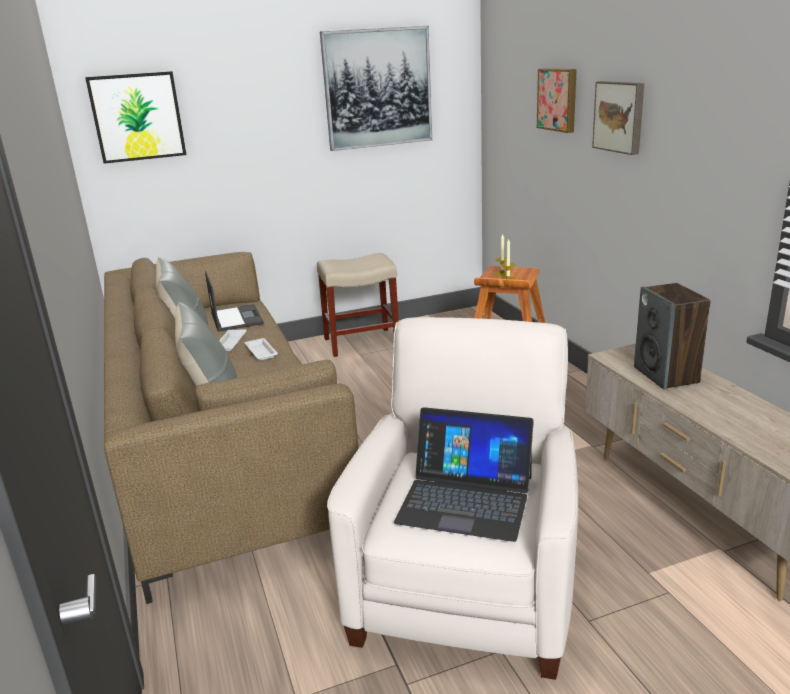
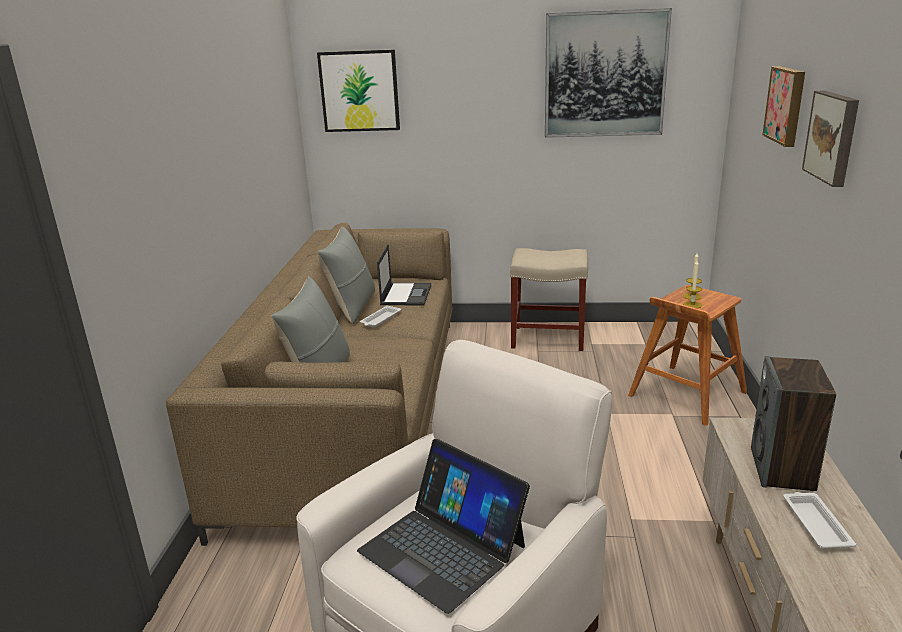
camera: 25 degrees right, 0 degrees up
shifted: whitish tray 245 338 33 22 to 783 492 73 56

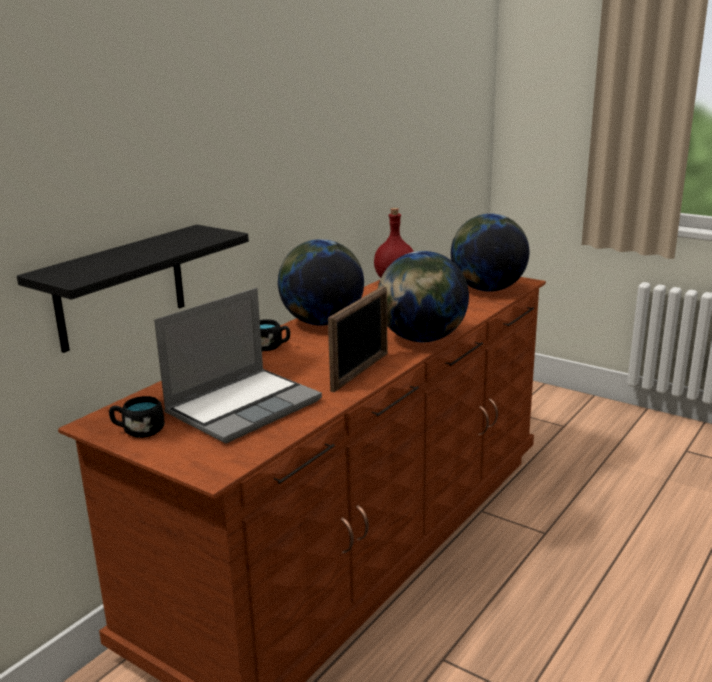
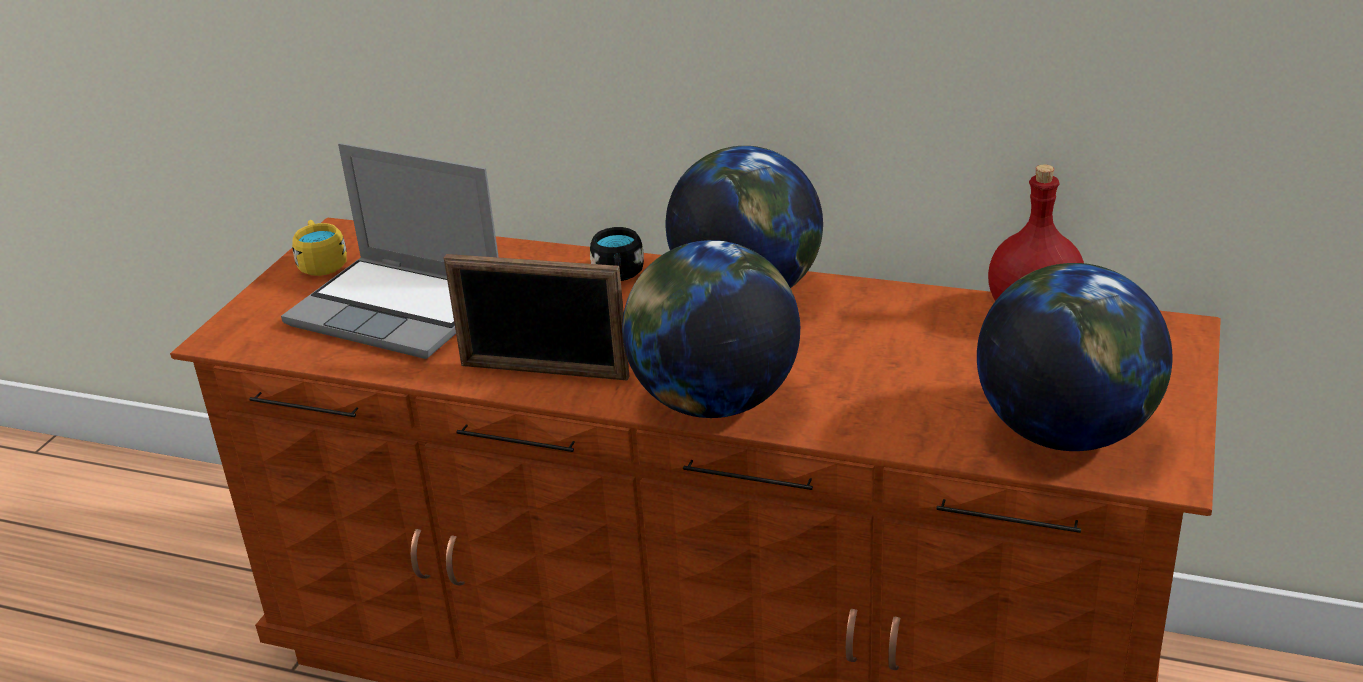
camera: 75 degrees right, 10 degrees up
gone: black wall shelf 17 225 232 128
repainted: black tea mug 109 396 55 42 to yellowish tea mug 292 220 55 56

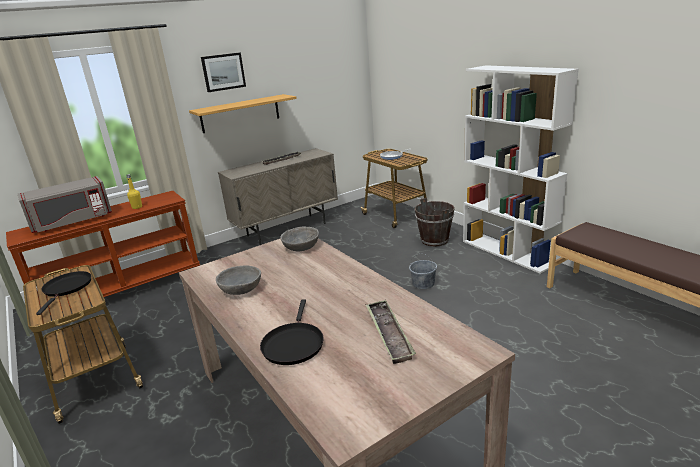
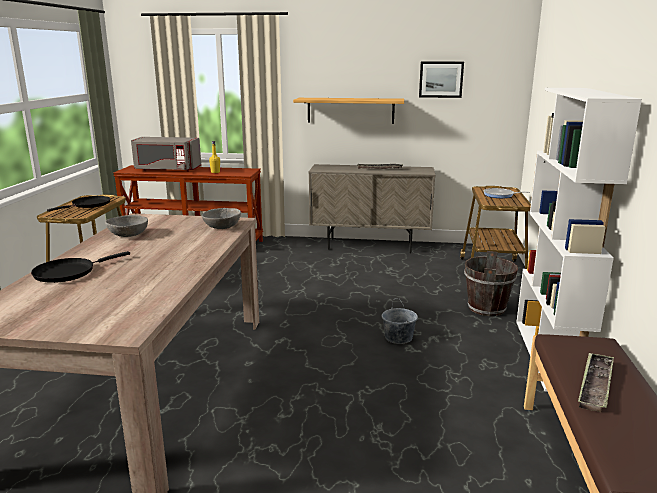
camera: 40 degrees right, 5 degrees down
shifted: picture 201 53 45 39 to 419 62 45 36; tray 366 300 50 64 to 578 352 36 60

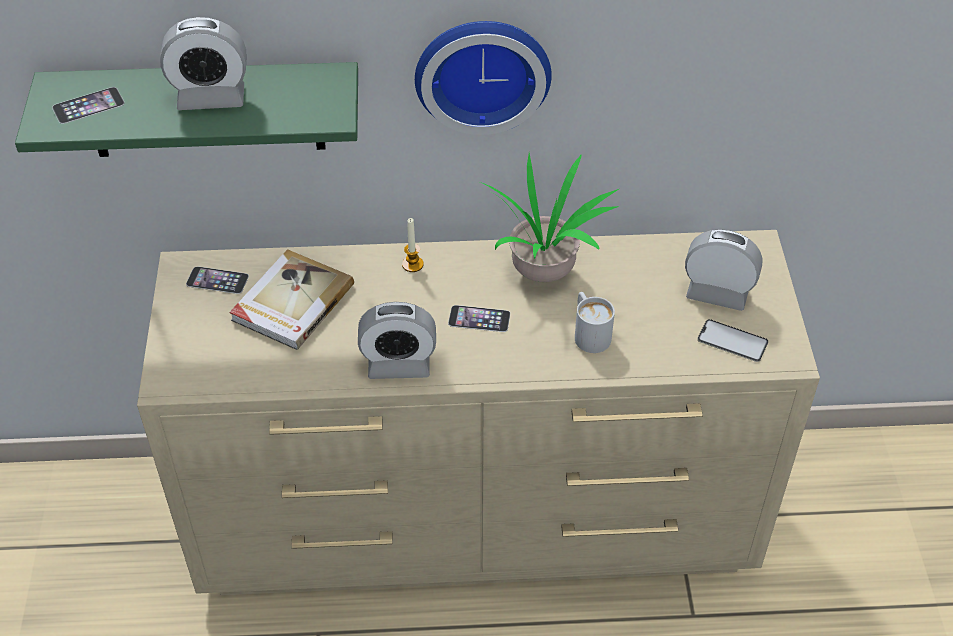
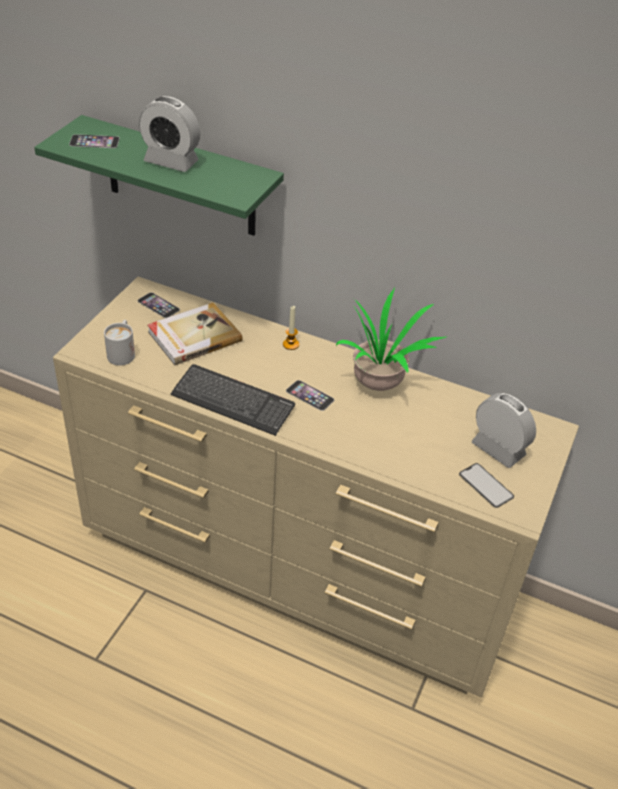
camera: 25 degrees right, 5 degrees down
gone: wall clock 415 21 137 114
shifted: whitish tea mug 575 292 40 61 to 104 320 31 46
swapped: table clock 358 302 78 77 to keyboard 171 364 124 72

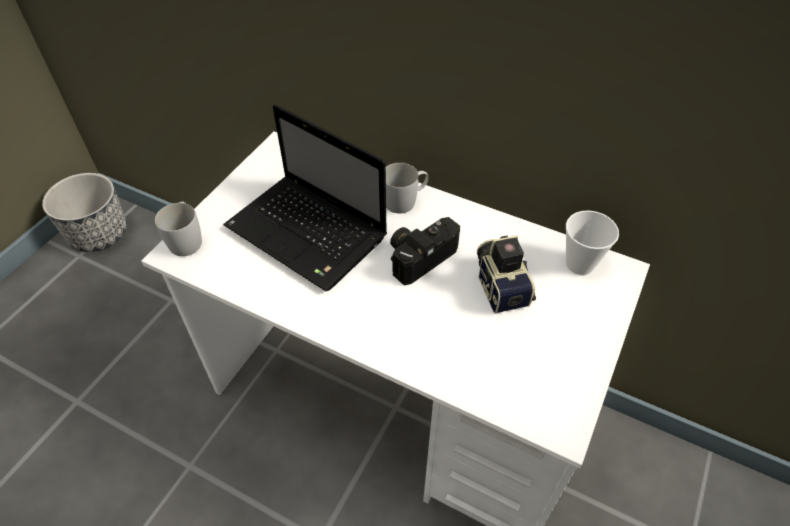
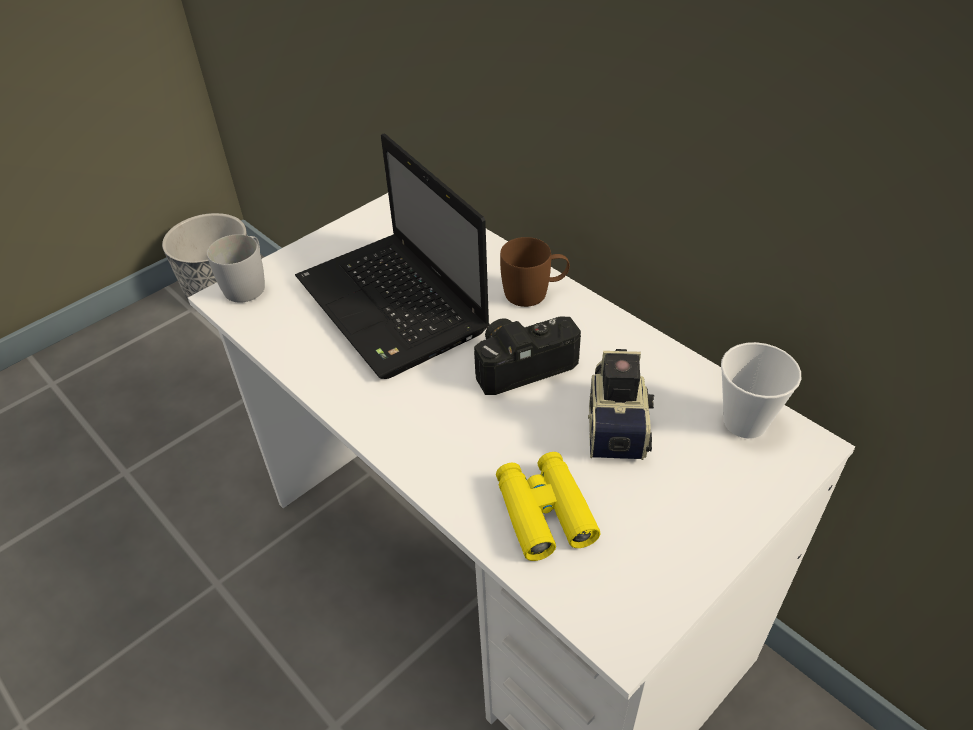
camera: 20 degrees right, 5 degrees down
new: yellowish binoculars 496 452 104 109
repainted: whitish tea mug 386 163 43 51 to brownish tea mug 500 237 70 70

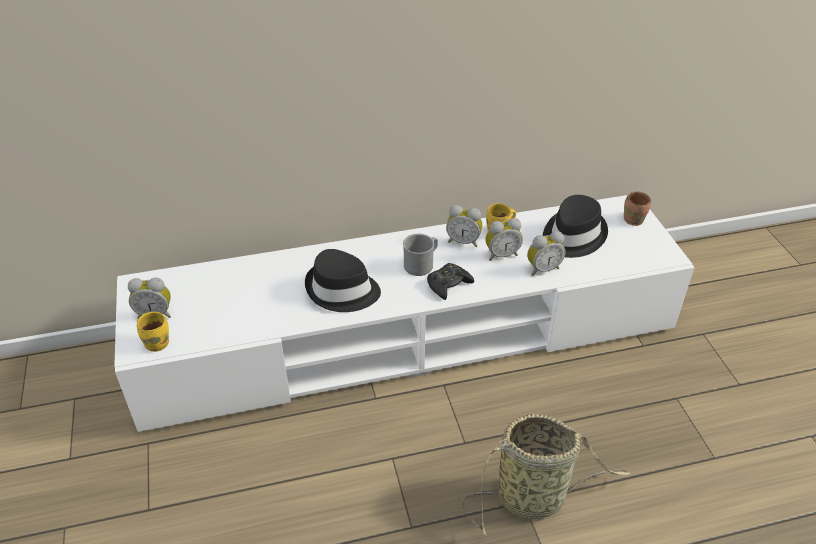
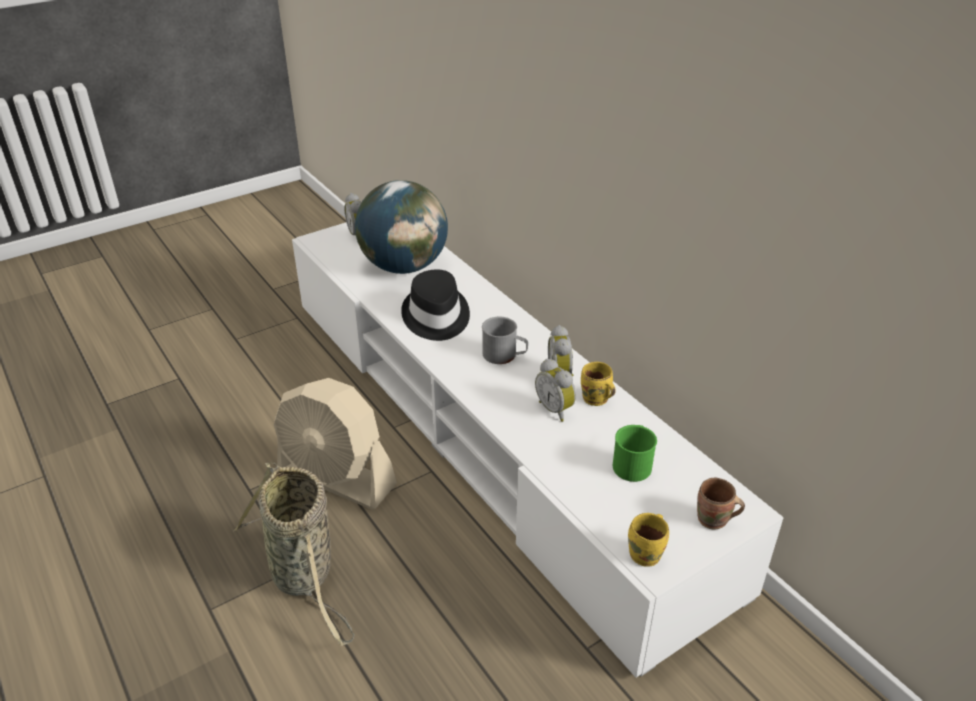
camera: 70 degrees right, 5 degrees down
gone: black joypad 427 263 47 37; table clock 527 231 39 45
new: beige fan 274 378 123 132; globe 355 180 93 94
shifted: yellowish tea mug 137 312 32 40 to 628 513 41 54
swapped: black hat 543 195 65 63 to greenish tea mug 613 425 44 57

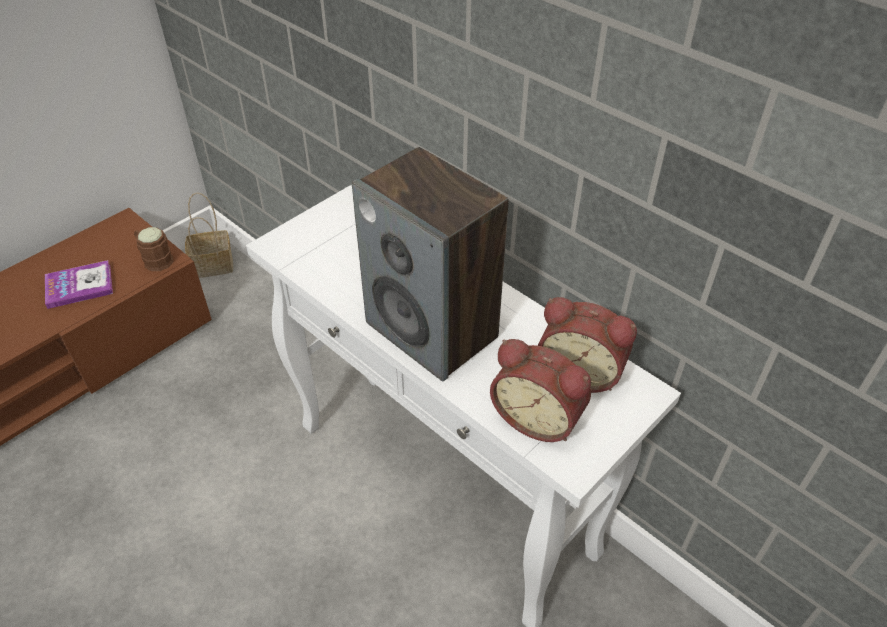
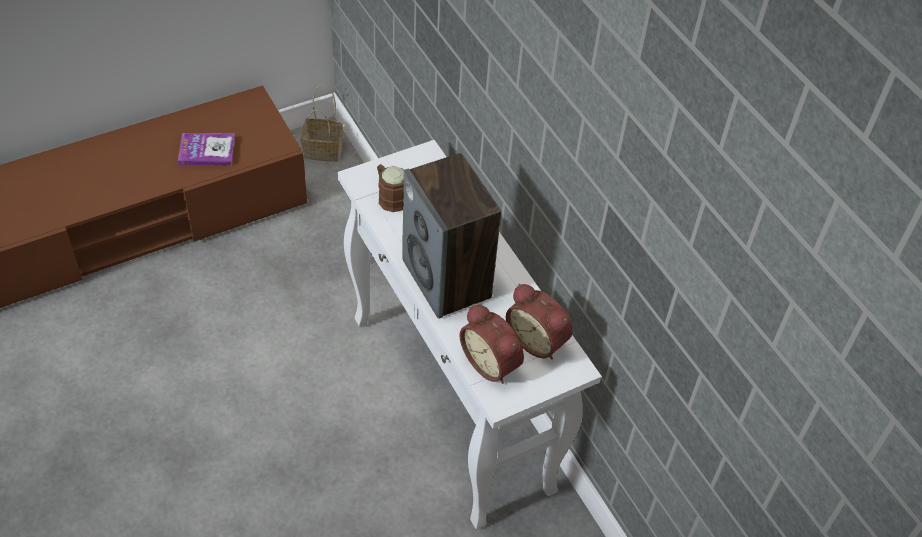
camera: 15 degrees right, 5 degrees up
shifted: brownish tea mug 134 227 40 44 to 377 164 27 48

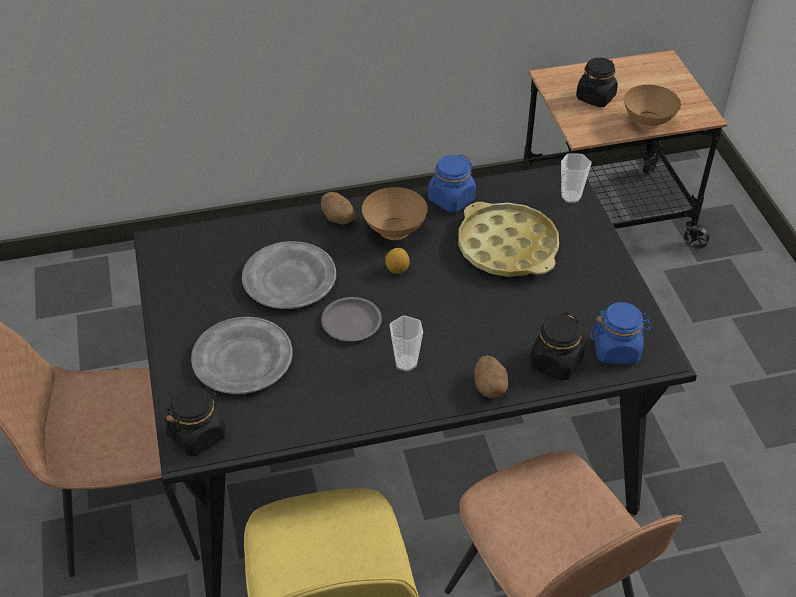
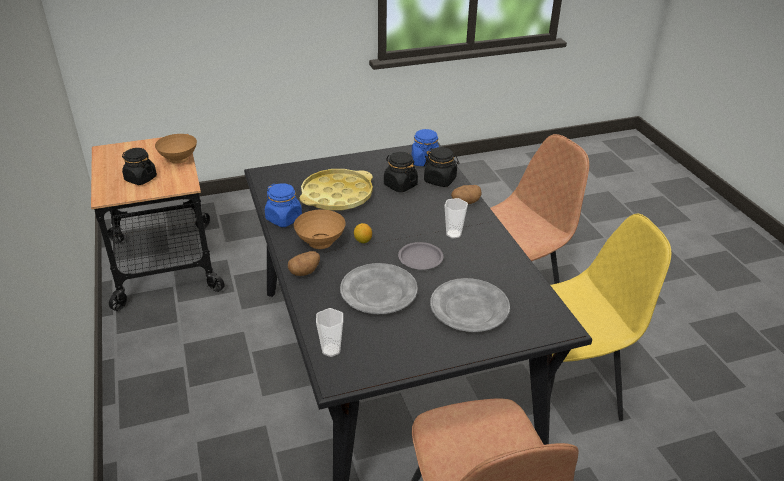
camera: 95 degrees left, 10 degrees down
shifted: cup 561 153 31 50 to 316 308 27 49; black preserve jar 165 387 61 69 to 384 152 34 40

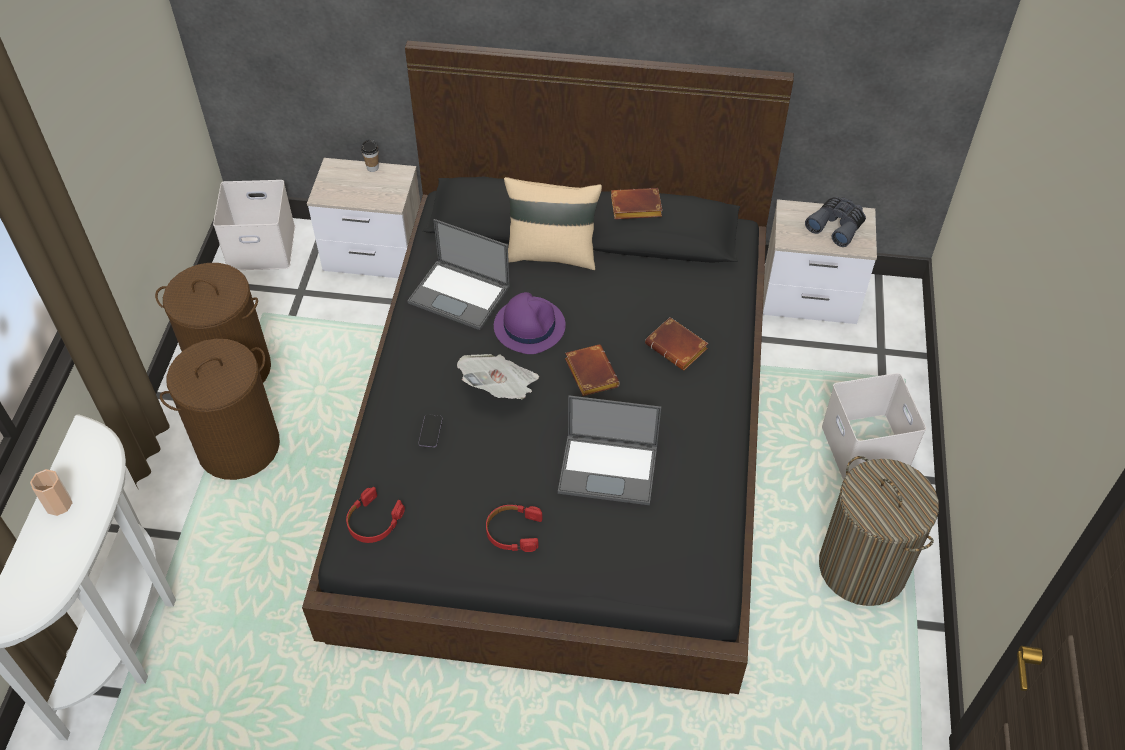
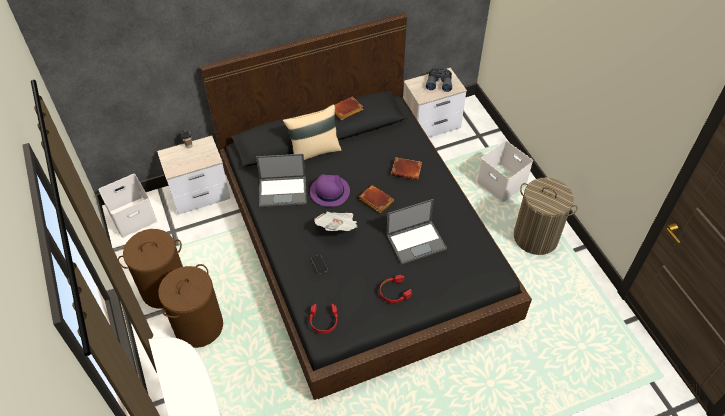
camera: 30 degrees left, 0 degrees up
gone: cup 30 469 43 47

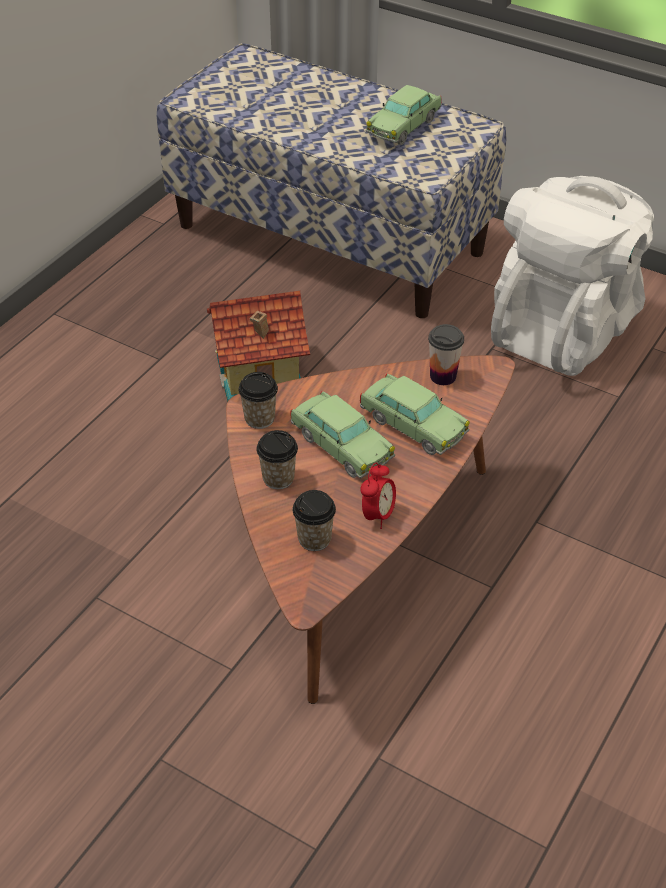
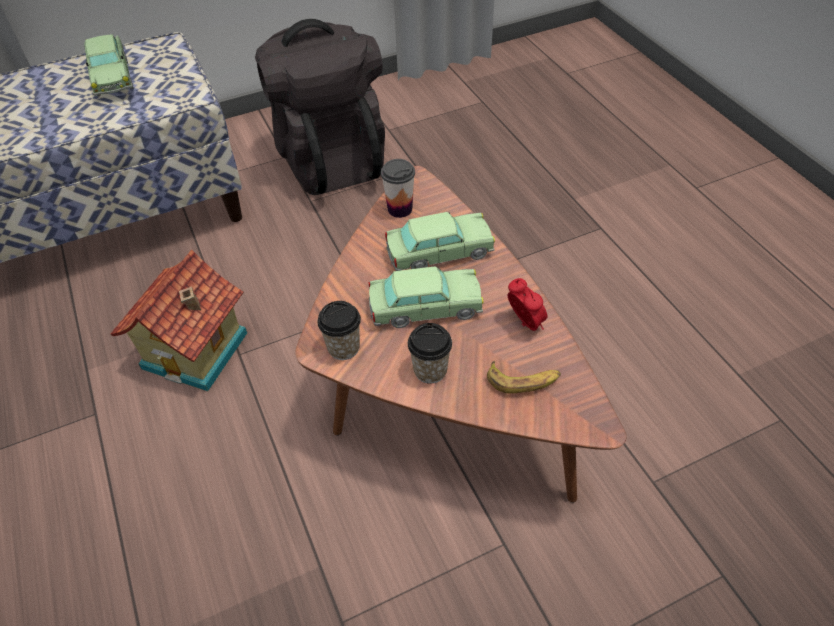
camera: 55 degrees left, 5 degrees up
swapped: cup 292 490 44 61 to banana fruit 487 361 74 33
repainted: whitish knapsack 491 176 163 200 to black knapsack 255 19 130 176

